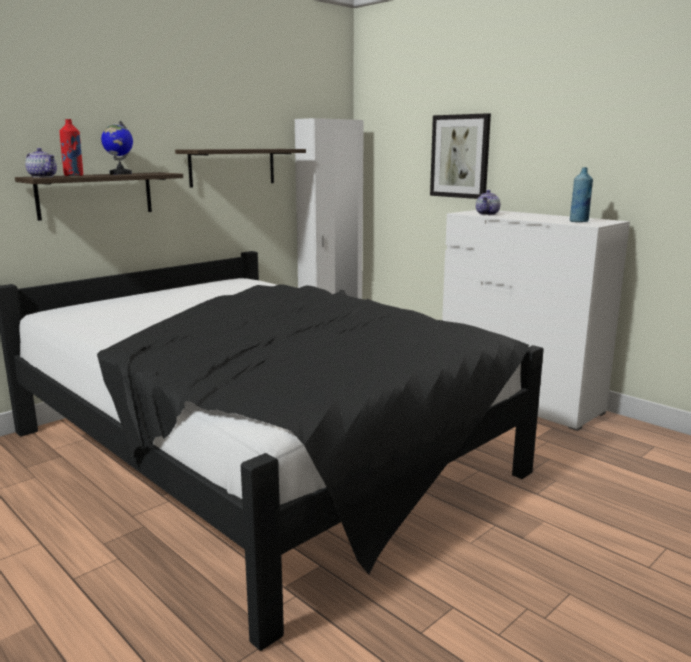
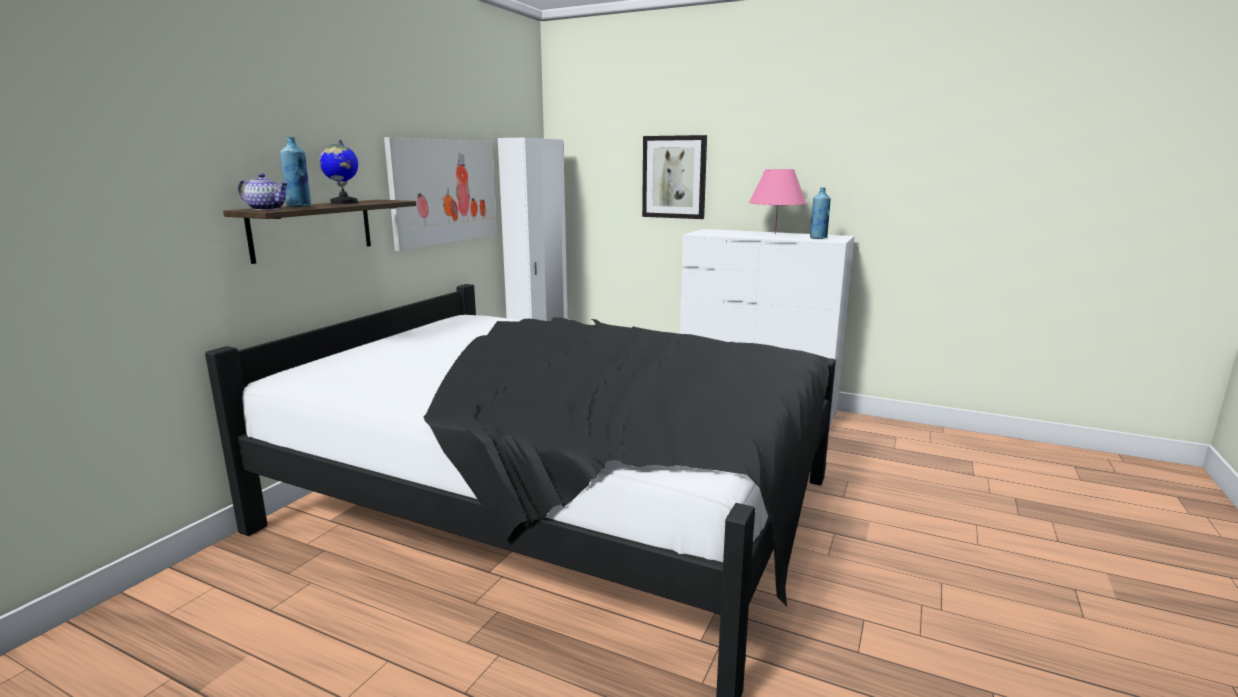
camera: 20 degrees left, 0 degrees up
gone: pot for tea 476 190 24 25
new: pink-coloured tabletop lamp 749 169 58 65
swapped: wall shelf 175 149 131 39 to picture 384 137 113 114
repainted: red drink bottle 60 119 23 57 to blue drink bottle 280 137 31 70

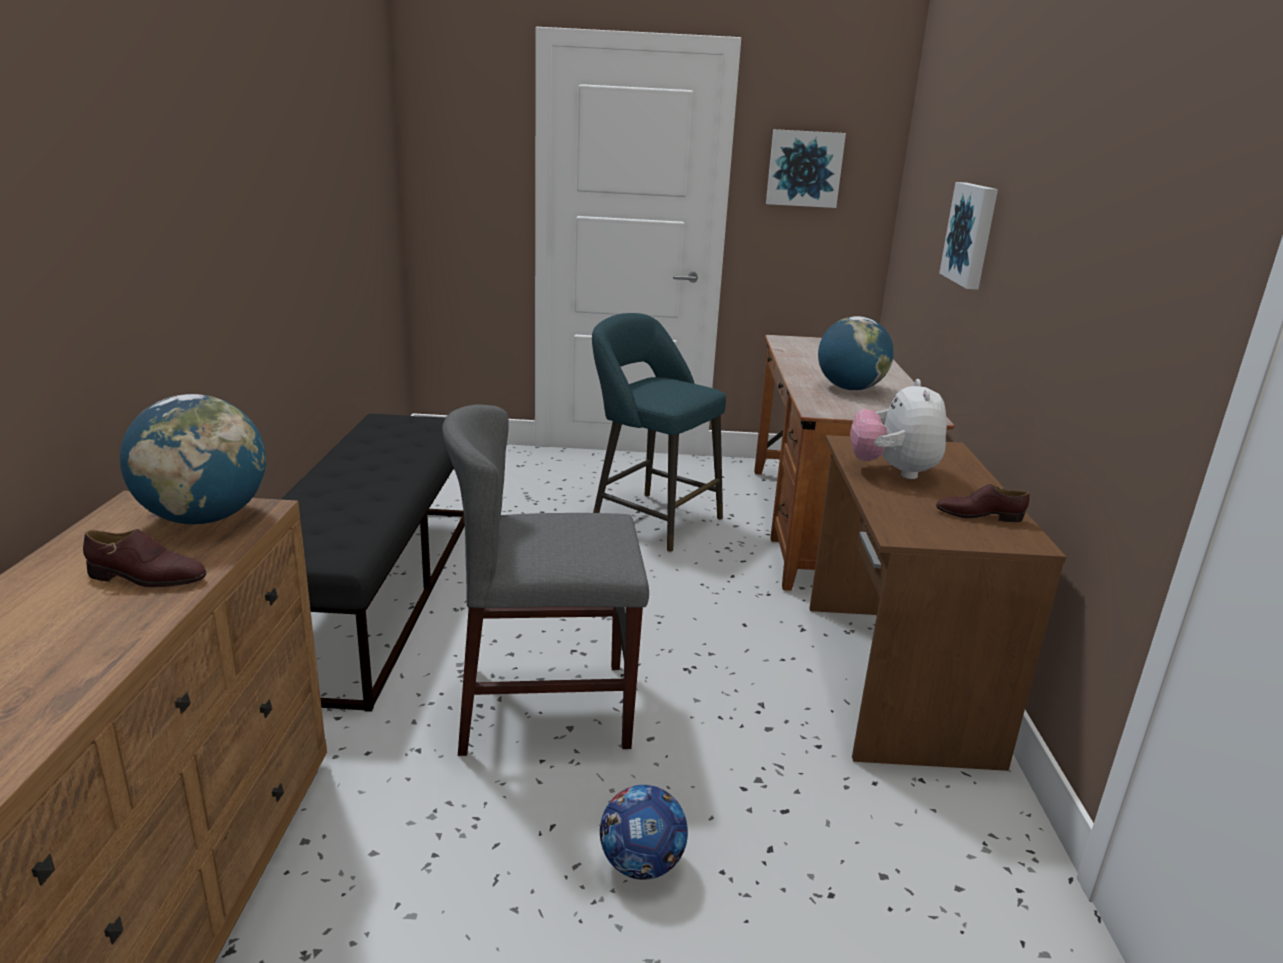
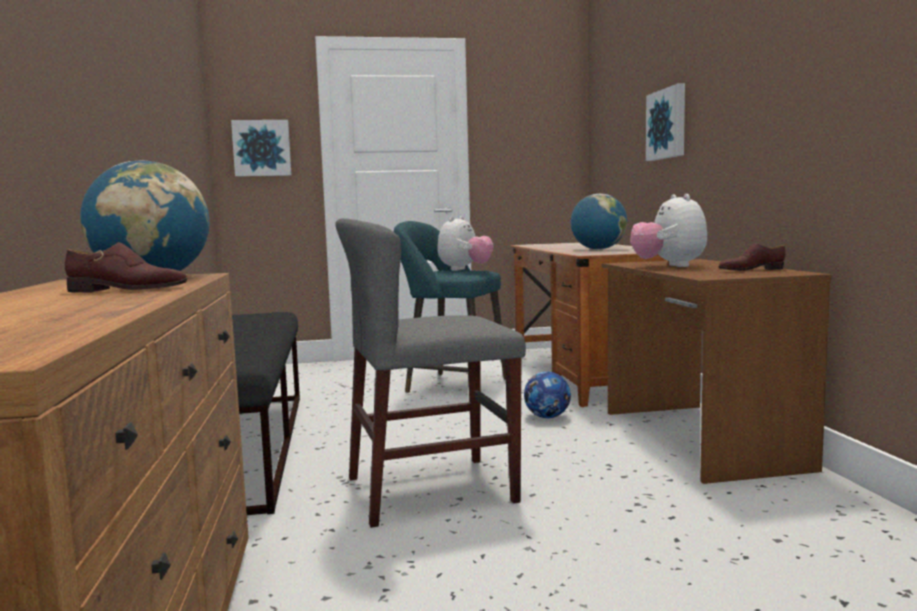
camera: 10 degrees left, 15 degrees down
new: cuddly toy 437 216 56 55
shifted: picture 766 129 80 79 to 231 120 61 57; ball for football 600 785 88 95 to 524 372 47 46

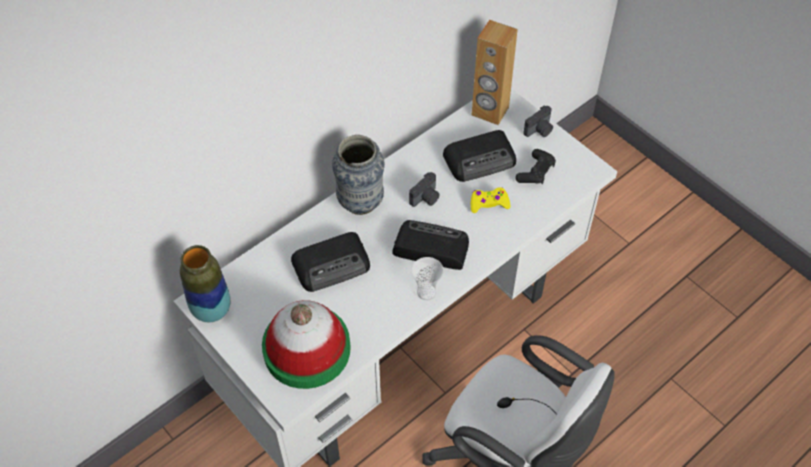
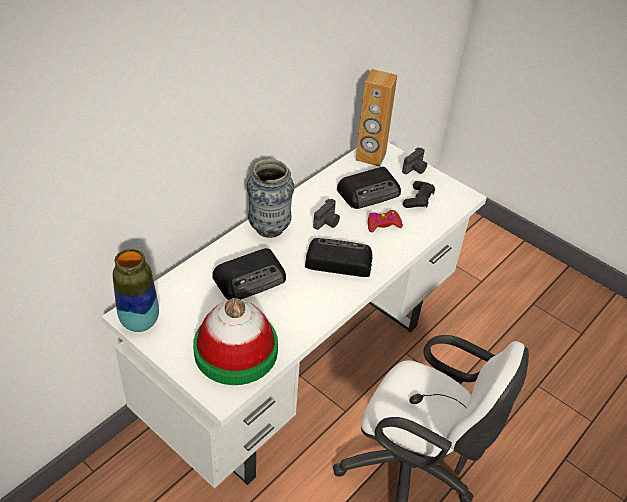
camera: 10 degrees left, 10 degrees down
gone: cup 411 257 33 43
repainted: yellowish joypad 471 187 39 26 to red joypad 368 210 35 22

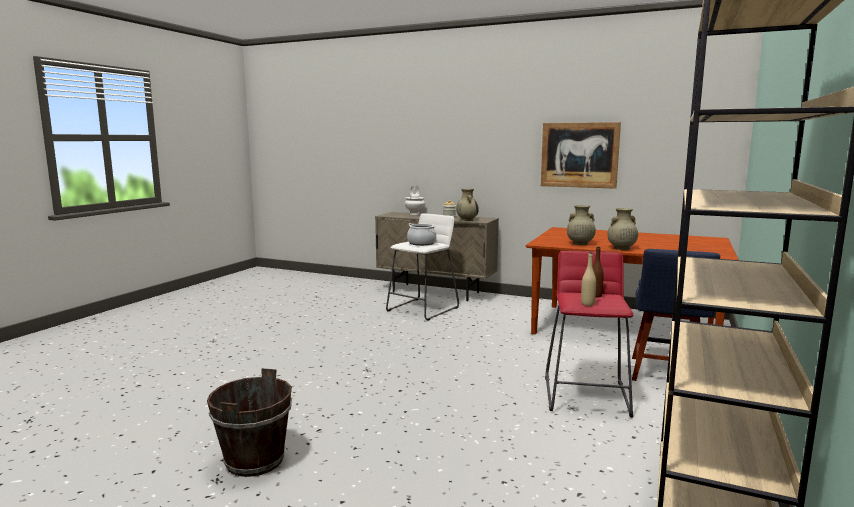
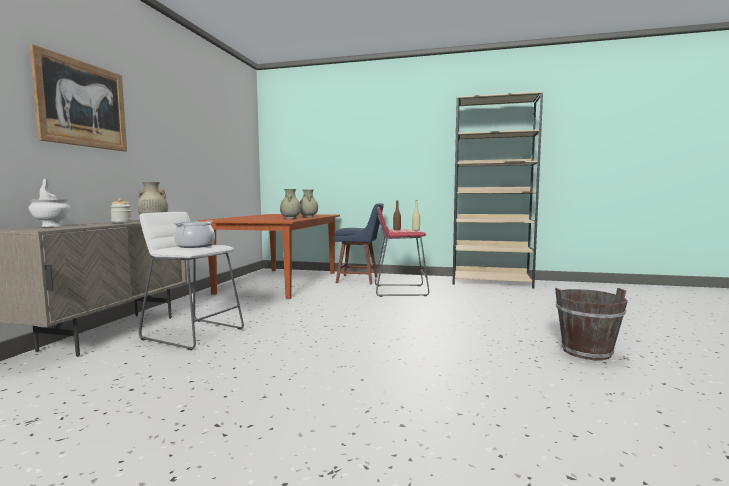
camera: 100 degrees left, 5 degrees down
shifted: picture 541 122 80 67 to 29 44 98 108

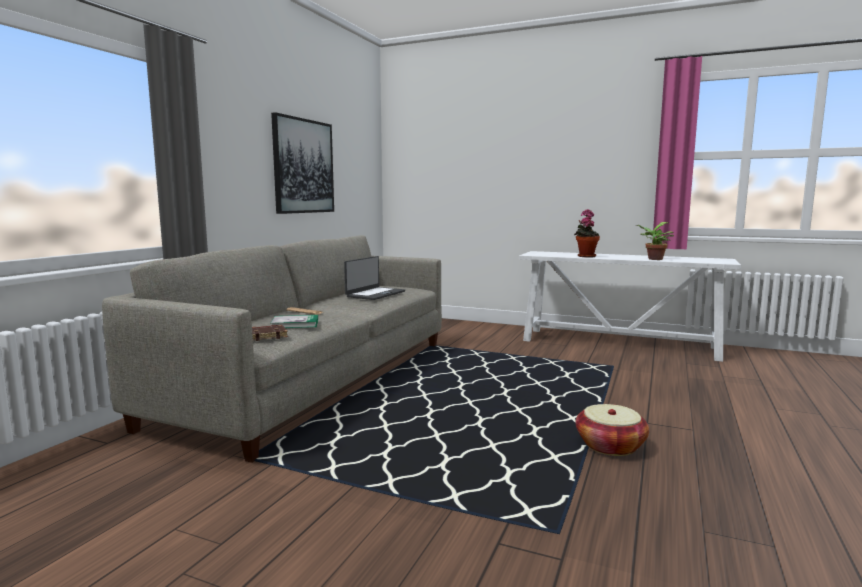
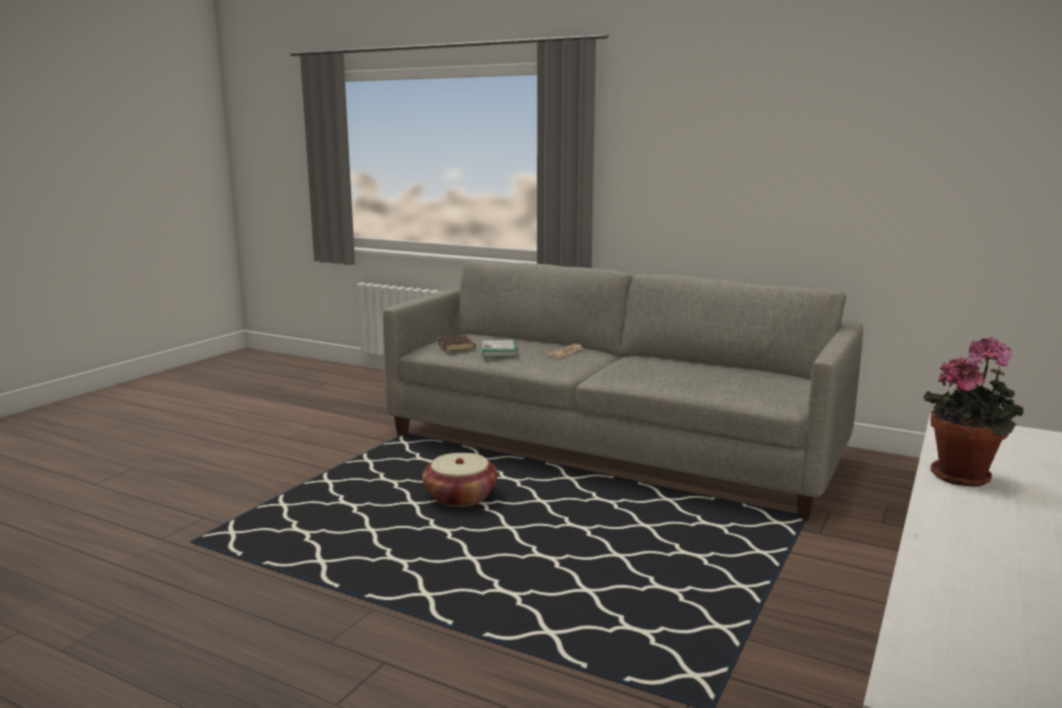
camera: 95 degrees right, 5 degrees up
gone: picture 271 112 63 102; notebook computer 344 256 61 44; houseplant 636 222 38 38
shifted: household basket 576 404 73 52 to 422 453 76 54

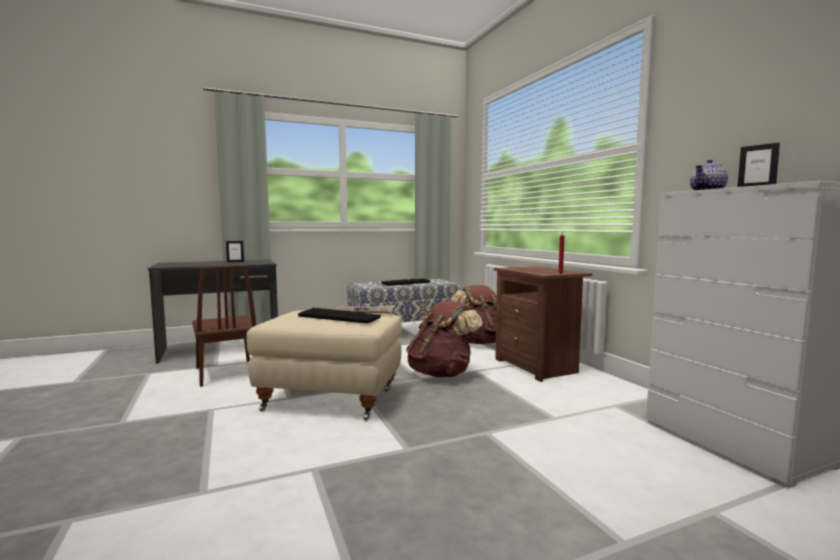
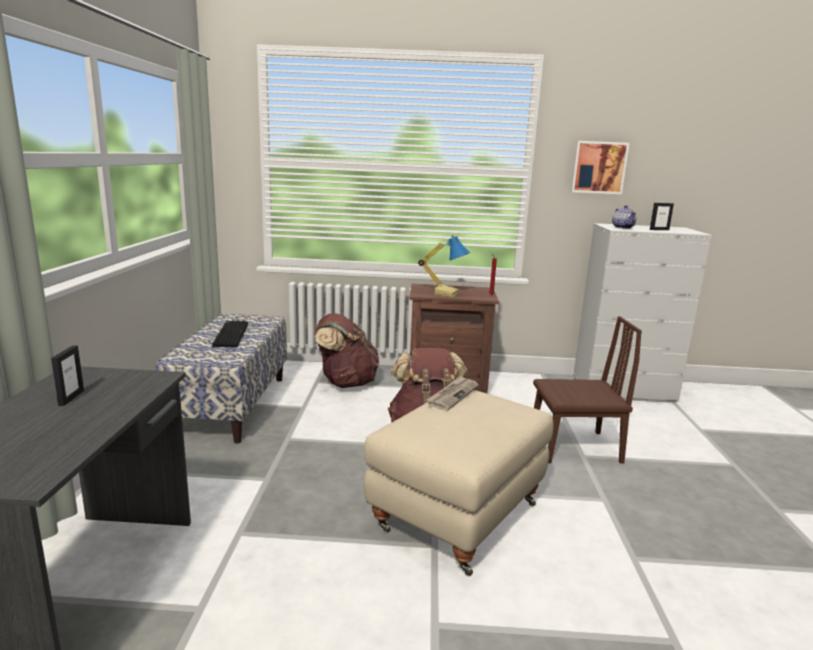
camera: 65 degrees left, 10 degrees up
gone: keyboard 298 308 83 16
new: tabletop lamp 418 235 52 62; picture 570 141 59 53
shifted: brownish upright chair 192 265 64 122 to 533 316 109 148

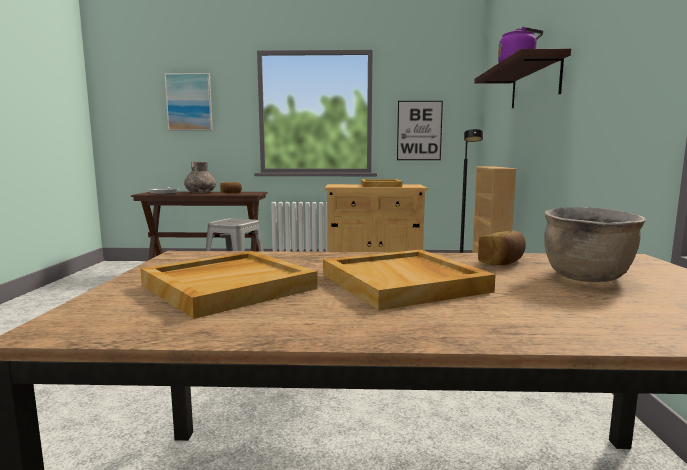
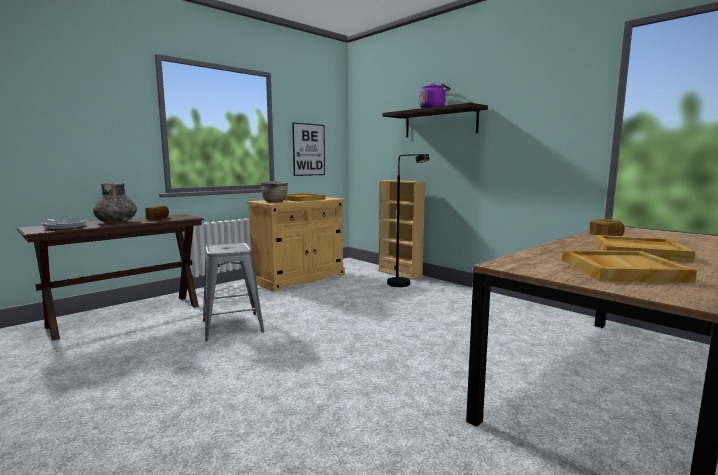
camera: 45 degrees left, 0 degrees up
gone: picture 165 73 48 58
shifted: brownish cooking pot 544 207 102 75 to 261 181 27 22

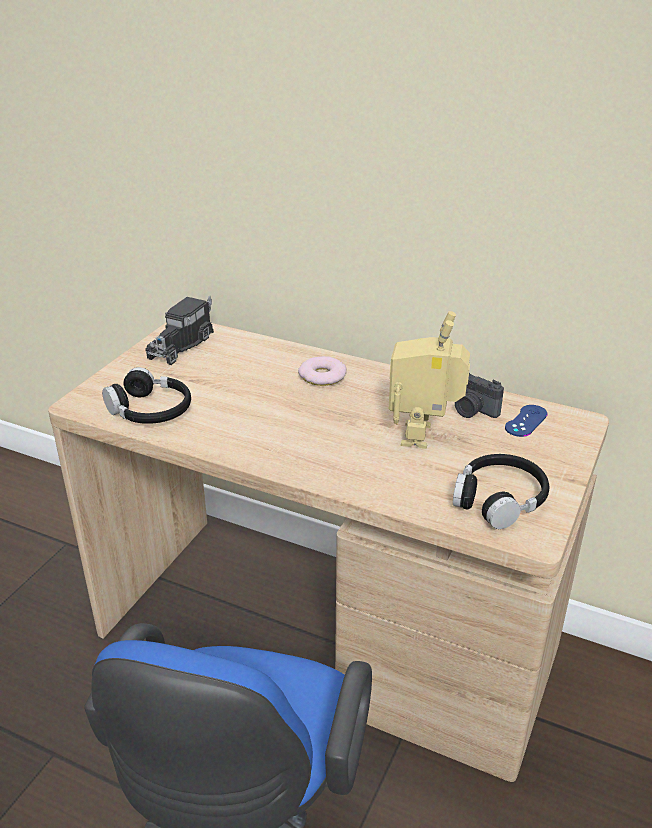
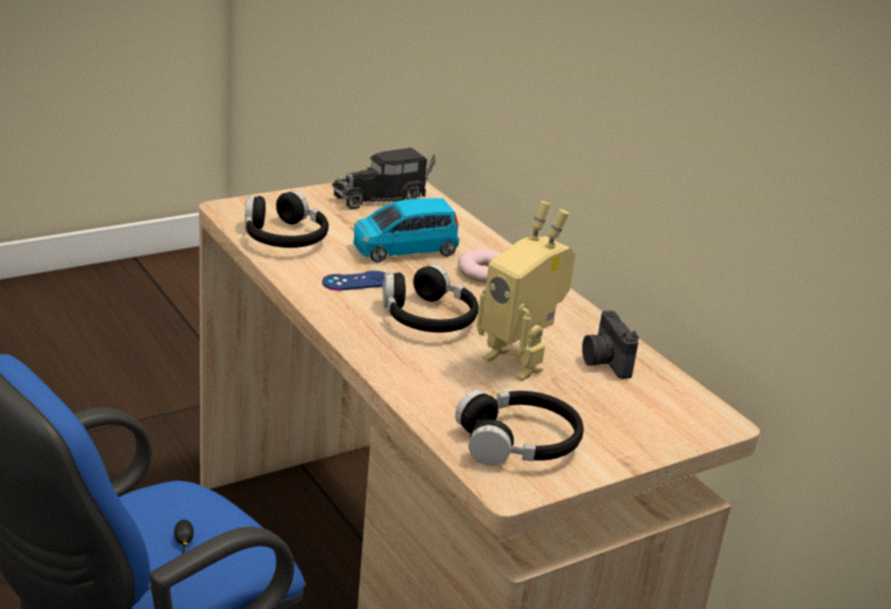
camera: 30 degrees right, 5 degrees down
new: blue model car 353 198 106 64; black headphones 383 264 96 69
shifted: blue joypad 505 405 43 32 to 322 271 63 20
rotated: model robot 389 311 81 138 = 477 201 98 180 90 degrees counterclockwise

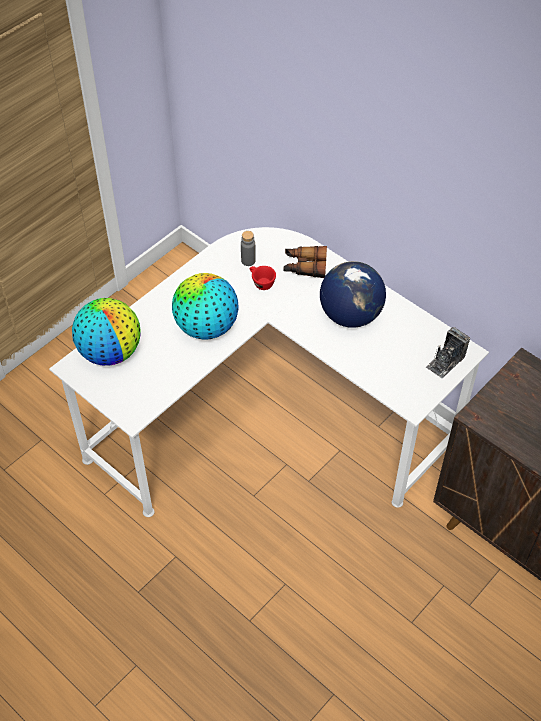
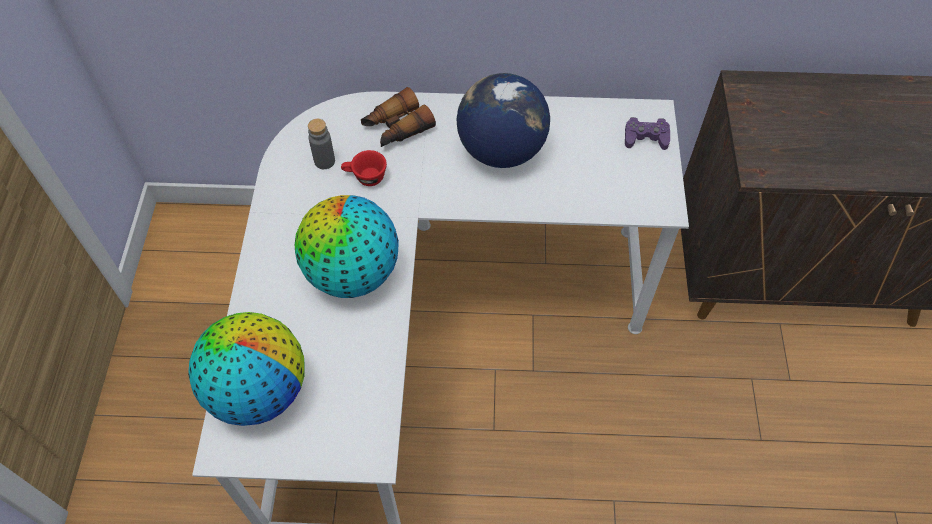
camera: 40 degrees left, 5 degrees up
swapped: still camera 426 327 44 51 to purple-coloured joypad 625 117 45 33

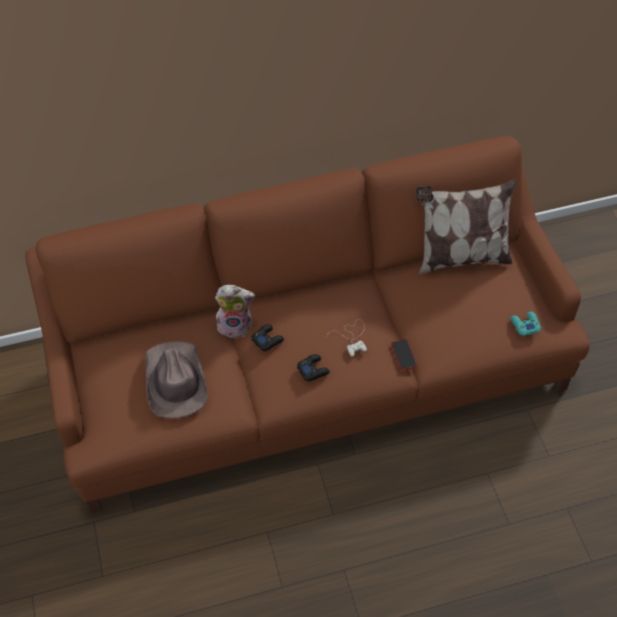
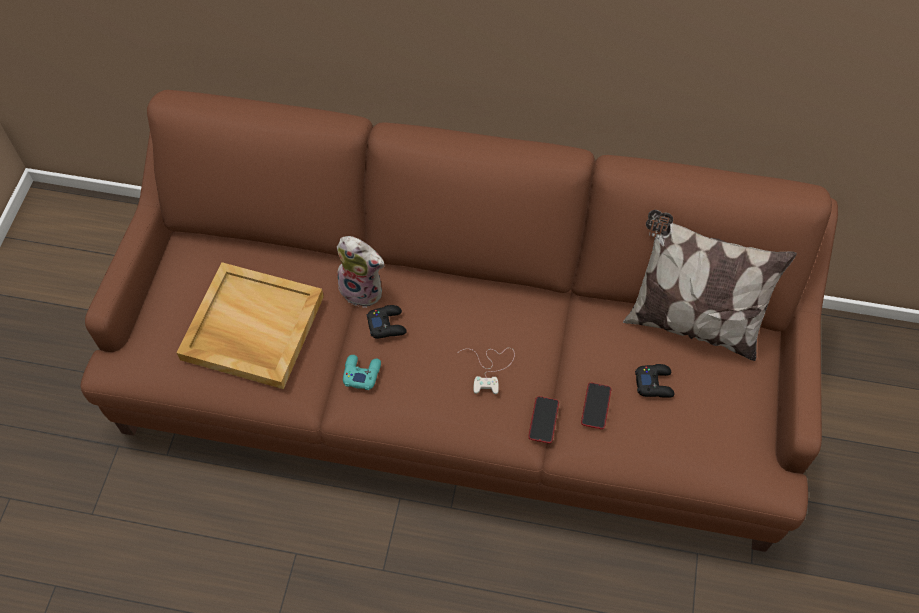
camera: 25 degrees right, 5 degrees up
new: handset 581 383 30 46
shifted: turquoise-coloured joypad 511 312 30 24 to 343 355 38 35; black joypad 297 354 33 27 to 635 364 40 34
swapped: brownish hat 145 341 63 77 to beige tray 176 262 148 127

